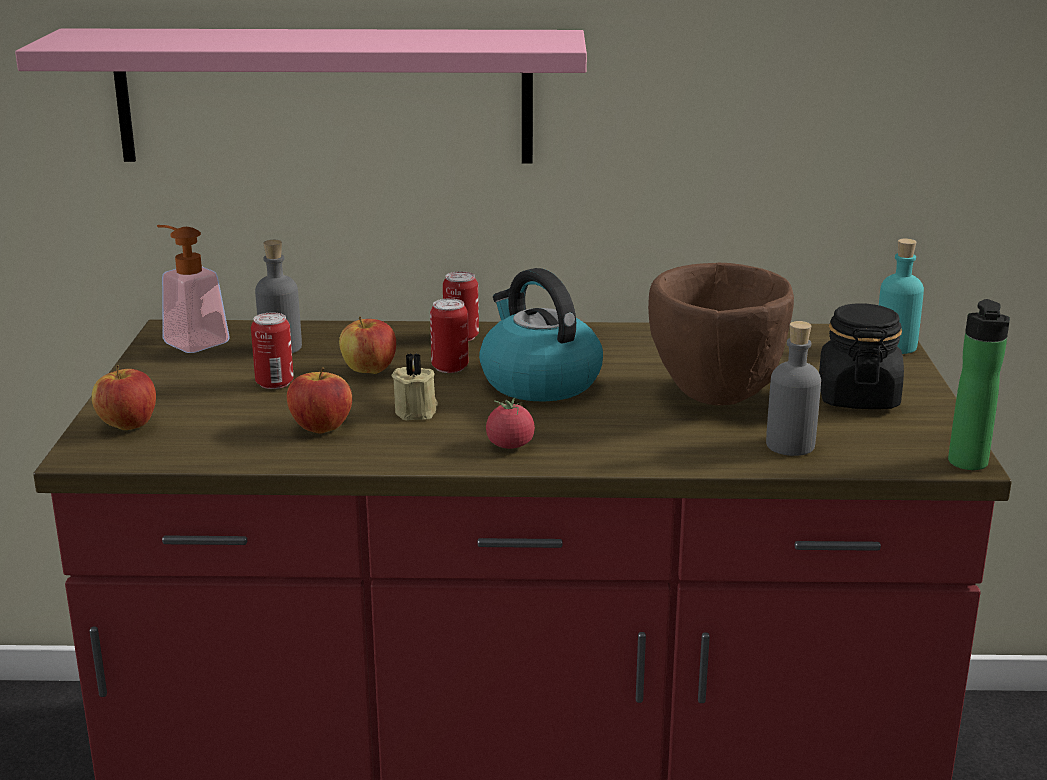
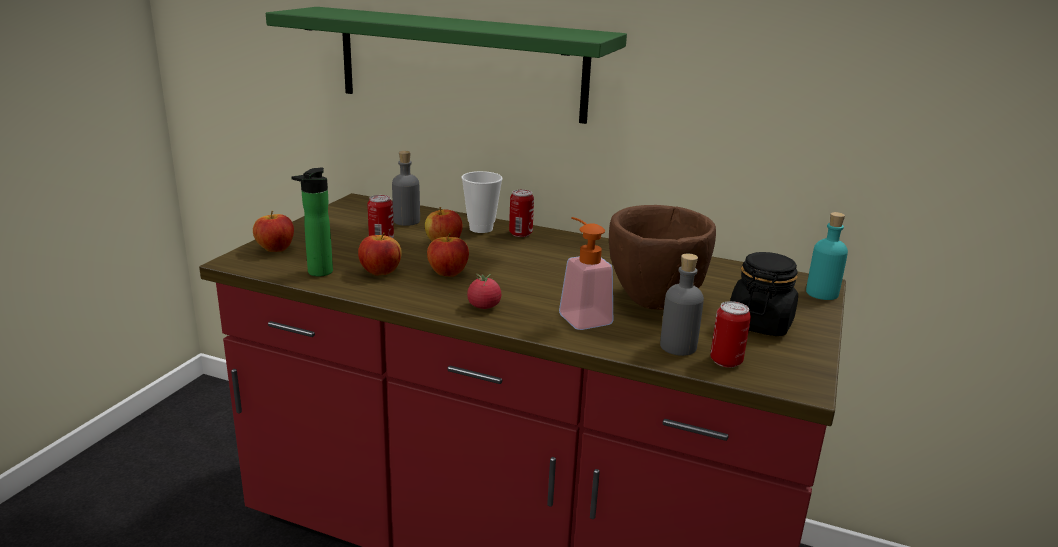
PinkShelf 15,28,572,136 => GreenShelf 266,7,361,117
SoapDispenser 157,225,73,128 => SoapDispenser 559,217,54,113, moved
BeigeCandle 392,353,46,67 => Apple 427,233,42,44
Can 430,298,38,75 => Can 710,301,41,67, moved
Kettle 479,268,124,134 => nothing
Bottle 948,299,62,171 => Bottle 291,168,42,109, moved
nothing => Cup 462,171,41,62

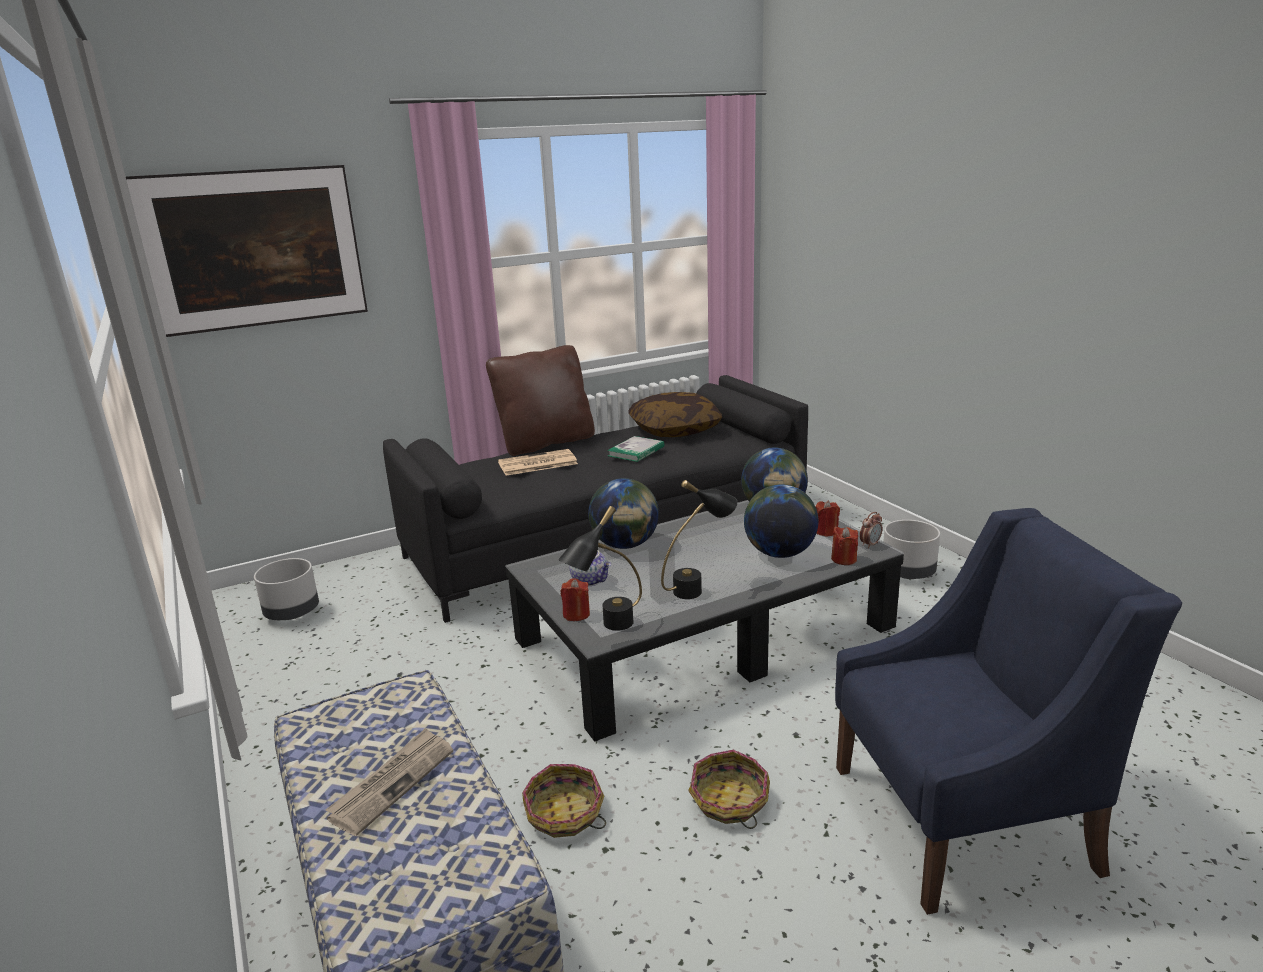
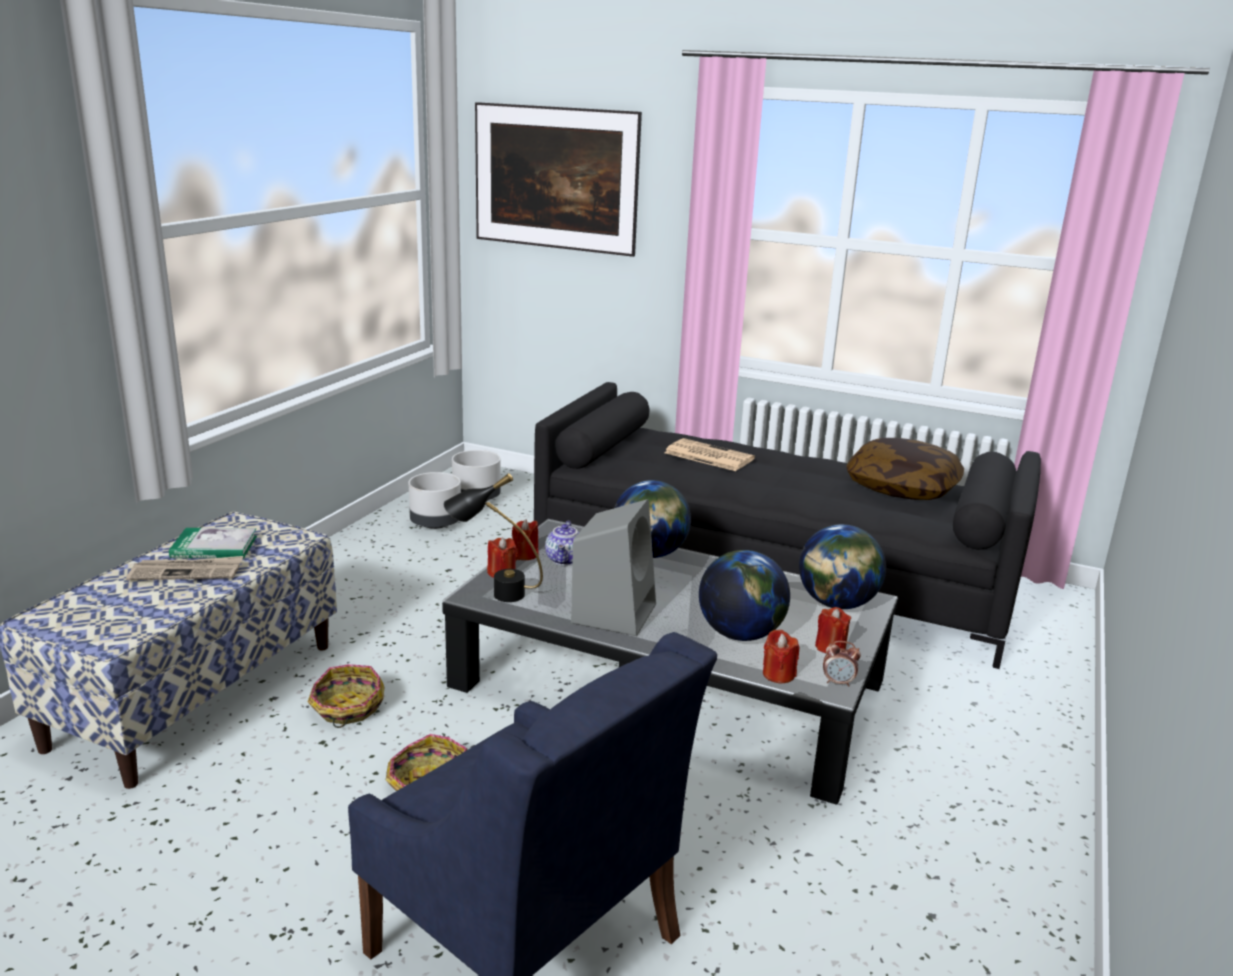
BrownPillow 486,345,109,111 => nothing
Book 607,436,57,26 => Book 169,528,88,30, moved
BlackTableLamp 661,480,76,119 => GreySpeaker 571,499,85,137
GreyPlanter 883,520,57,59 => GreyPlanter 409,472,52,57, moved
nothing => RedCandle 512,519,27,41

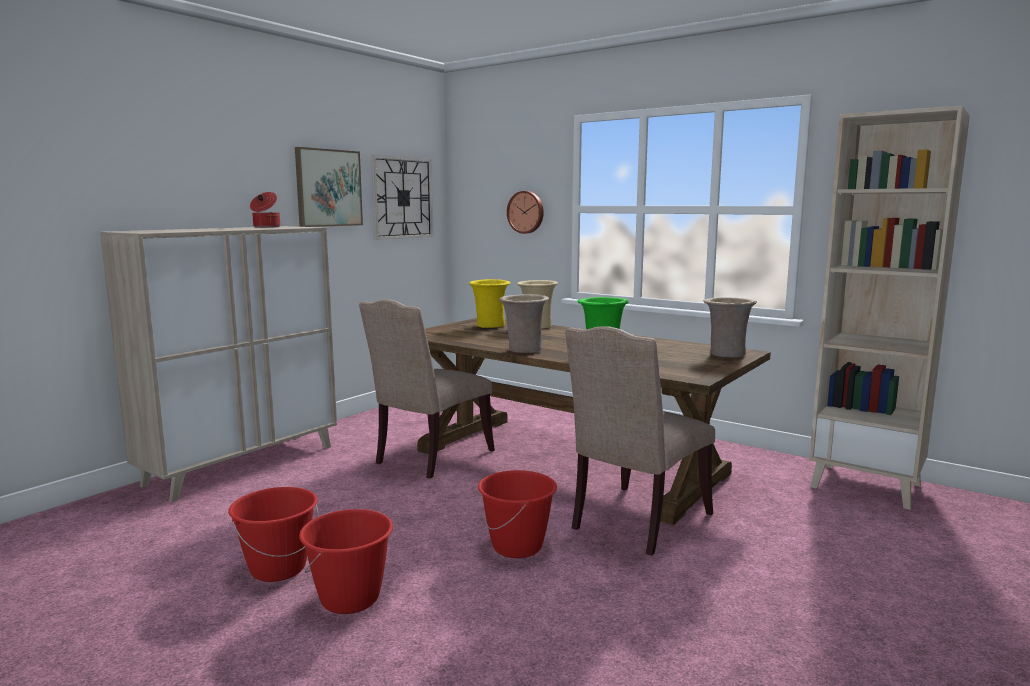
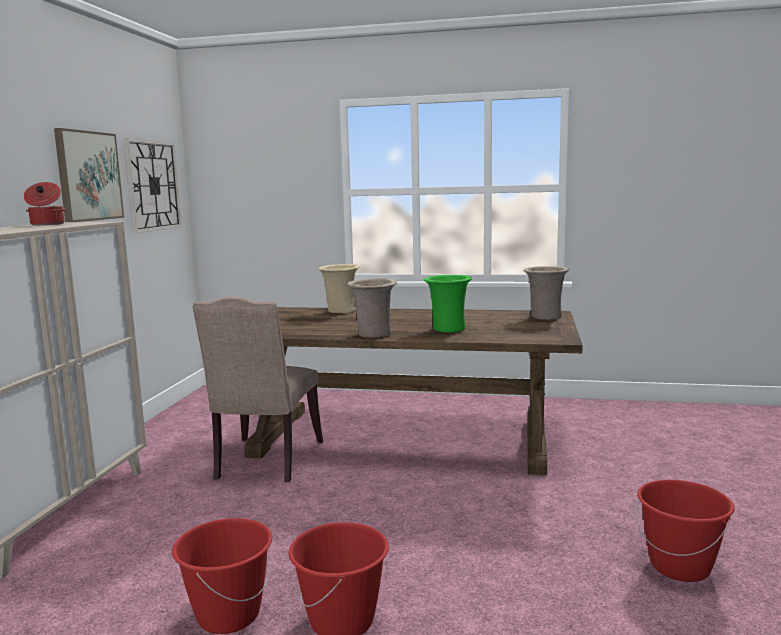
YellowVase 469,279,42,49 => nothing
RedBucket 478,470,79,88 => RedBucket 636,480,99,102, moved
WallClock 507,191,37,43 => nothing
BeigeChair 565,326,150,230 => nothing
BeigeBookcase 809,106,161,404 => nothing

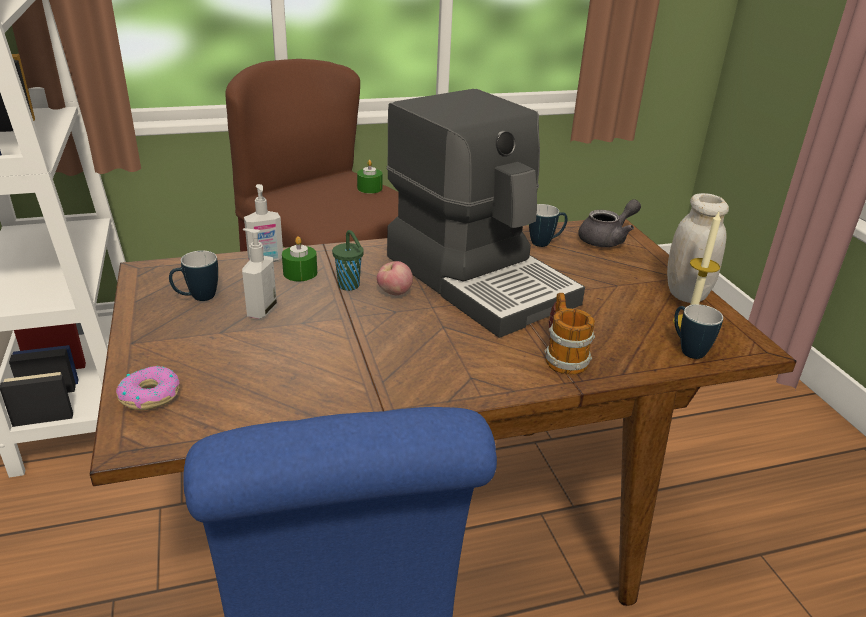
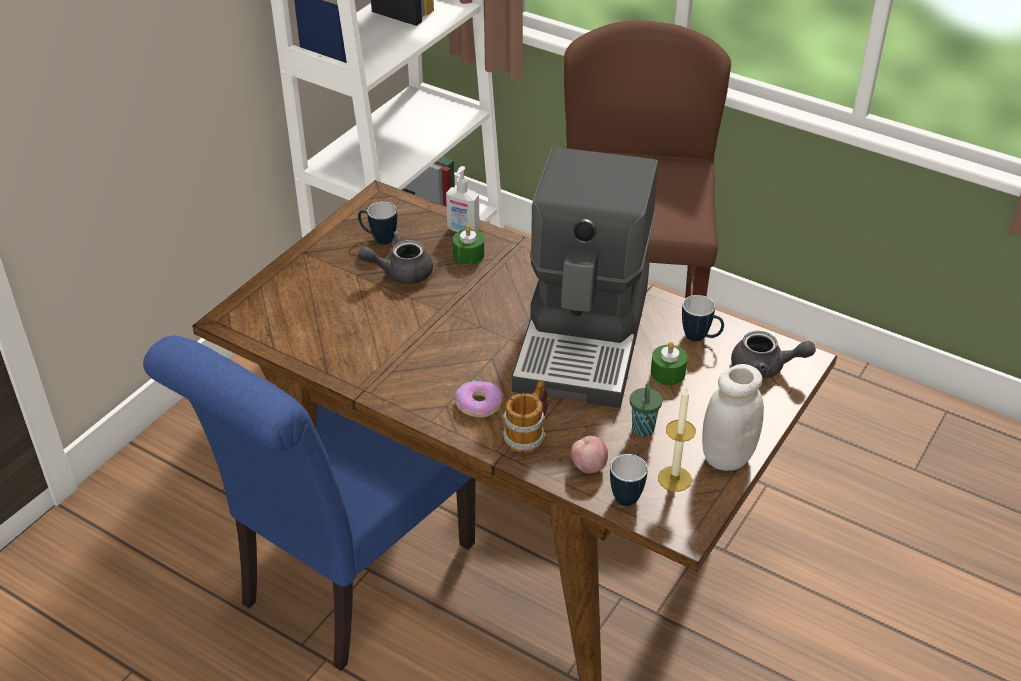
Donut 116,366,63,44 => Donut 455,380,48,38, moved
SoapDispenser 242,228,35,91 => GreyTeapot 358,231,75,53
GreenCup 332,230,32,61 => GreenCup 630,383,32,54, moved
GreenCandle 357,160,25,34 => GreenCandle 651,342,36,43, moved
Apple 377,261,36,34 => Apple 571,436,37,37, moved

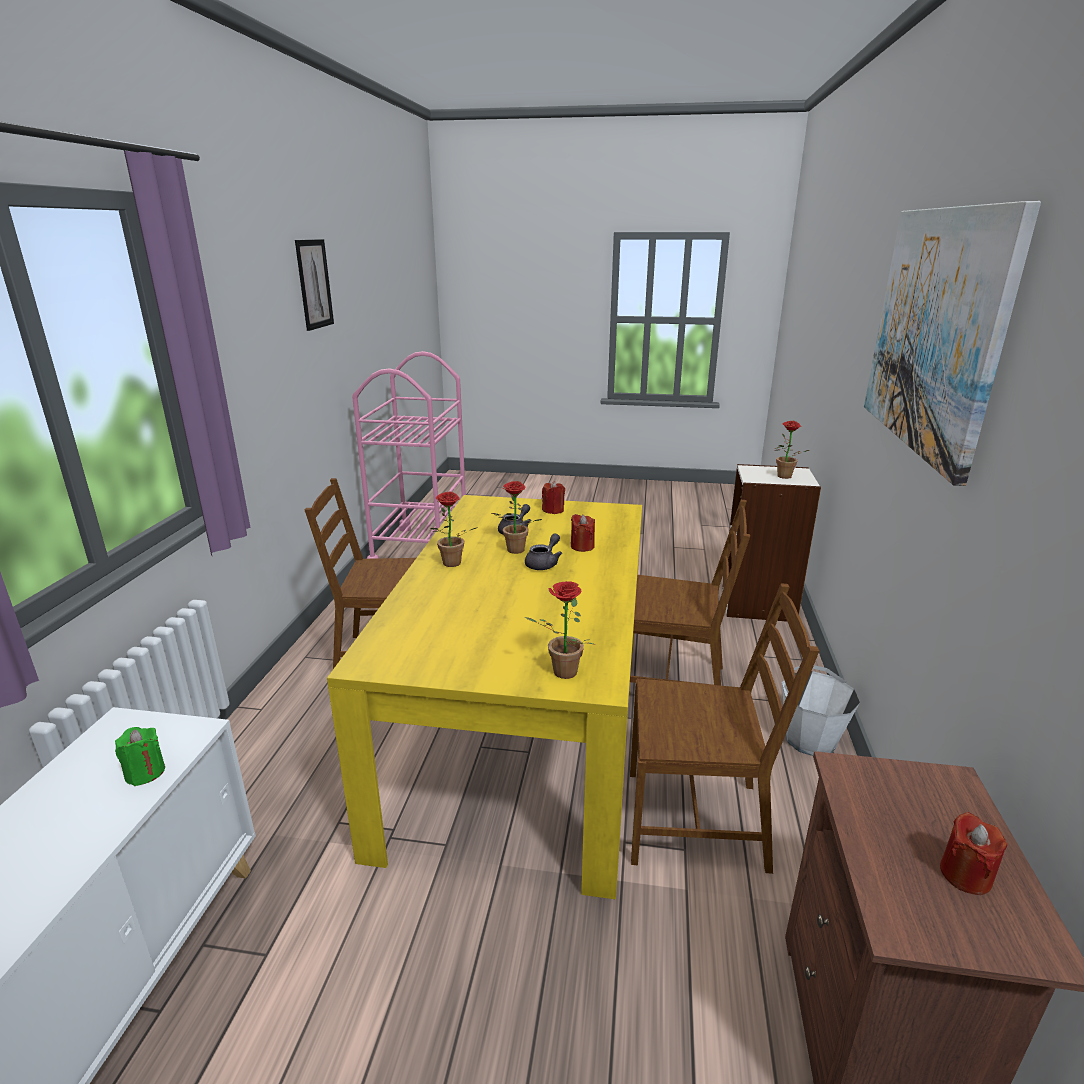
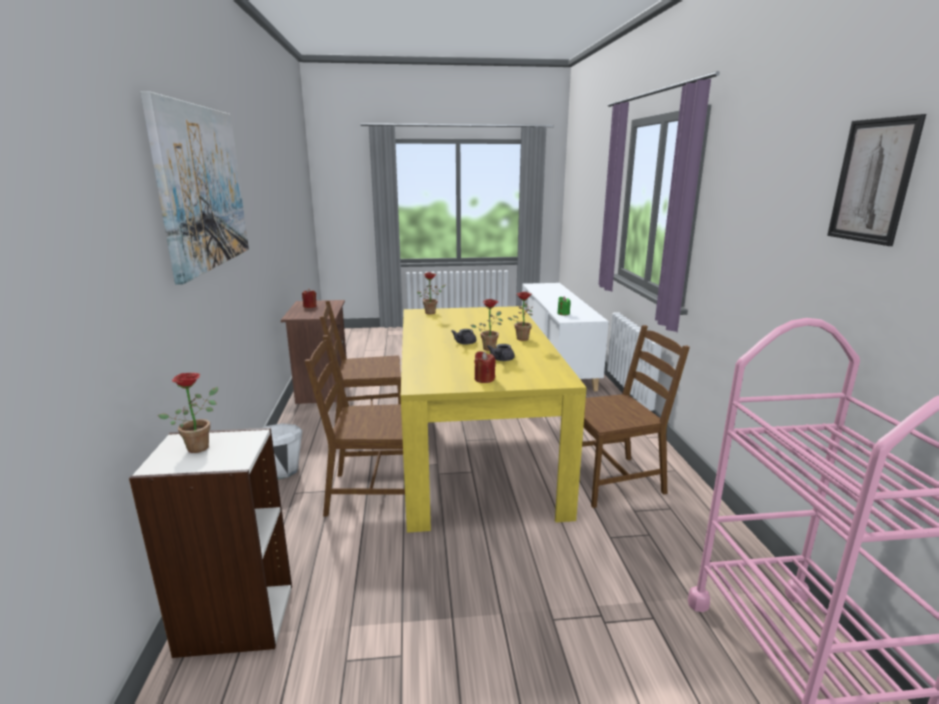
RedCandle 571,514,24,38 => nothing

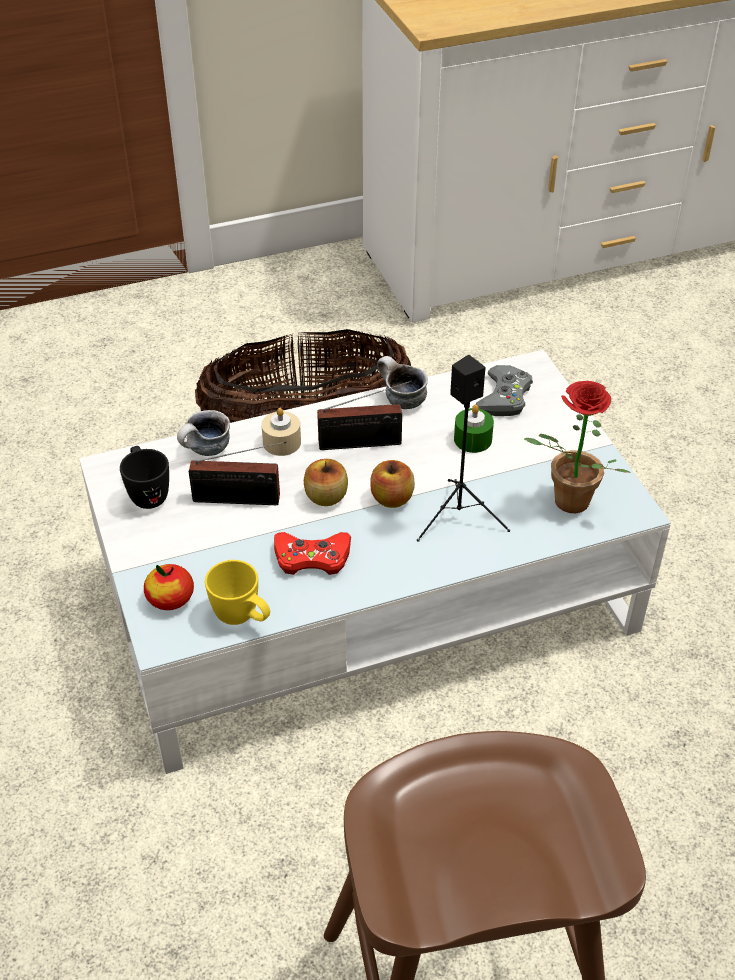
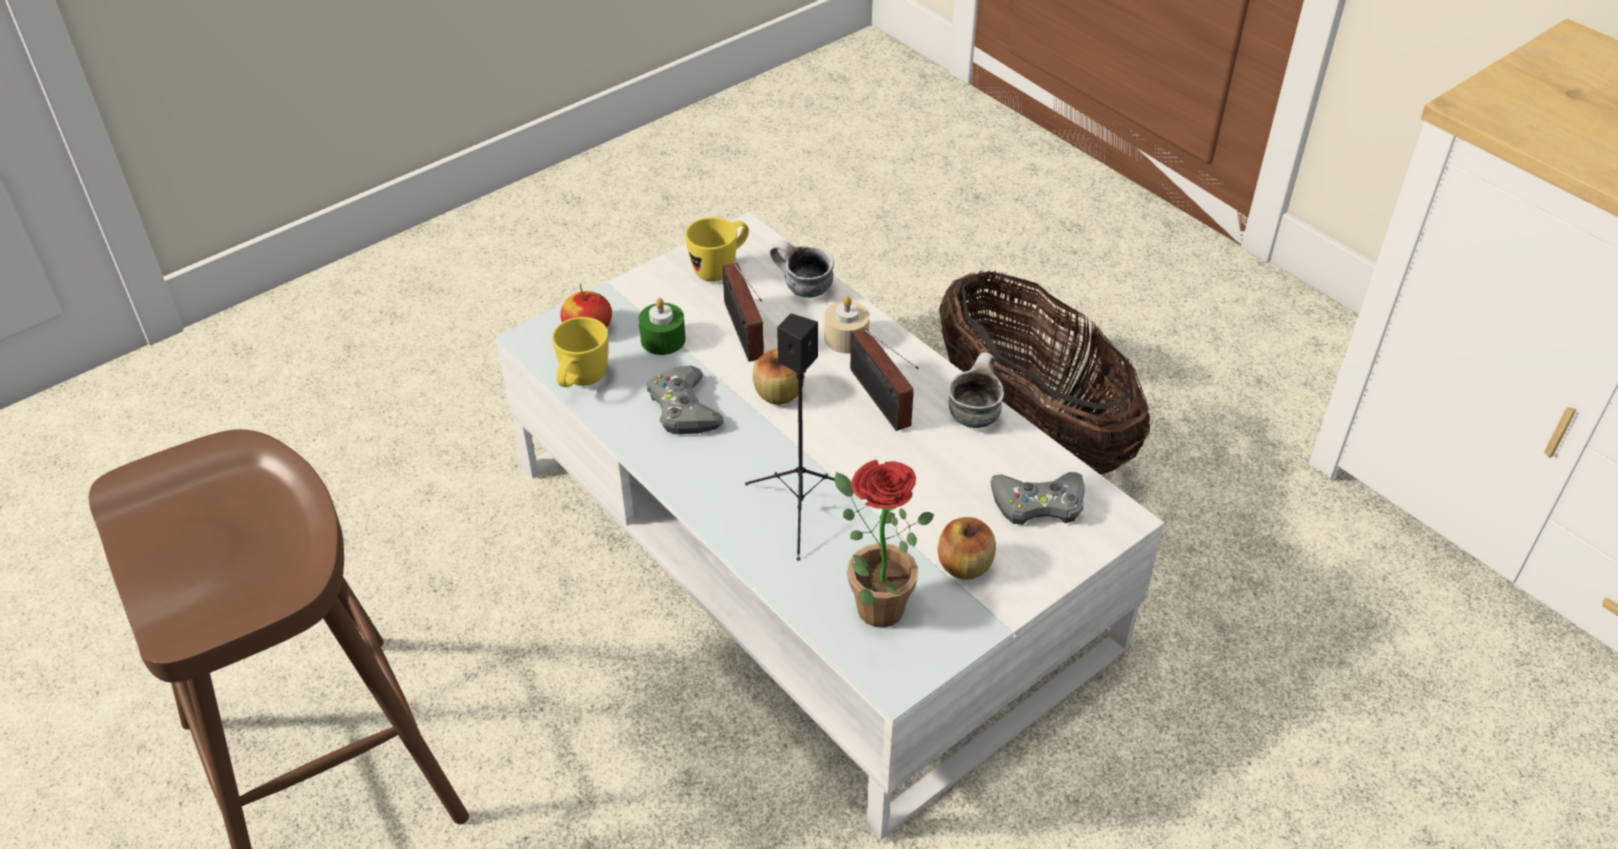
BlackMug 120,446,49,63 => YellowMug 685,217,64,65
RedGameController 274,532,77,43 => GreyGameController 647,365,77,69
Apple 370,460,45,48 => Apple 938,517,58,63, moved
GreenCandle 454,404,40,49 => GreenCandle 639,298,47,57, moved

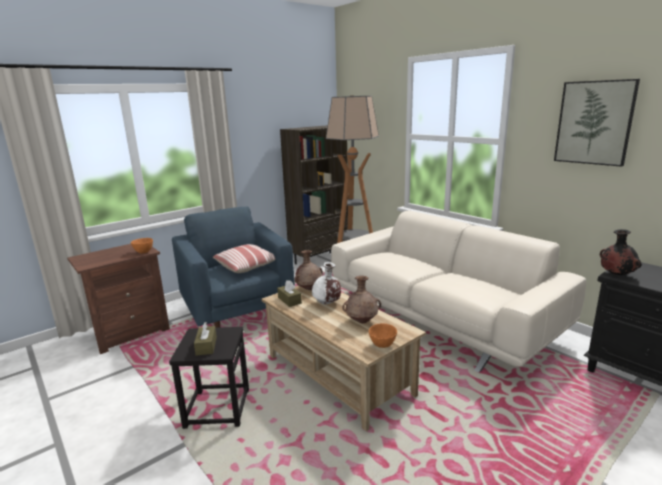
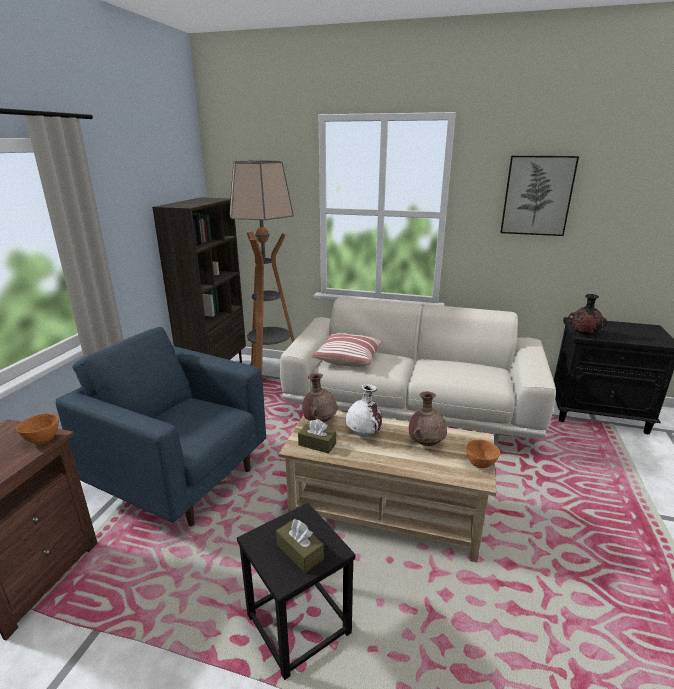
Pillow 213,244,62,29 => Pillow 312,333,71,34, moved

